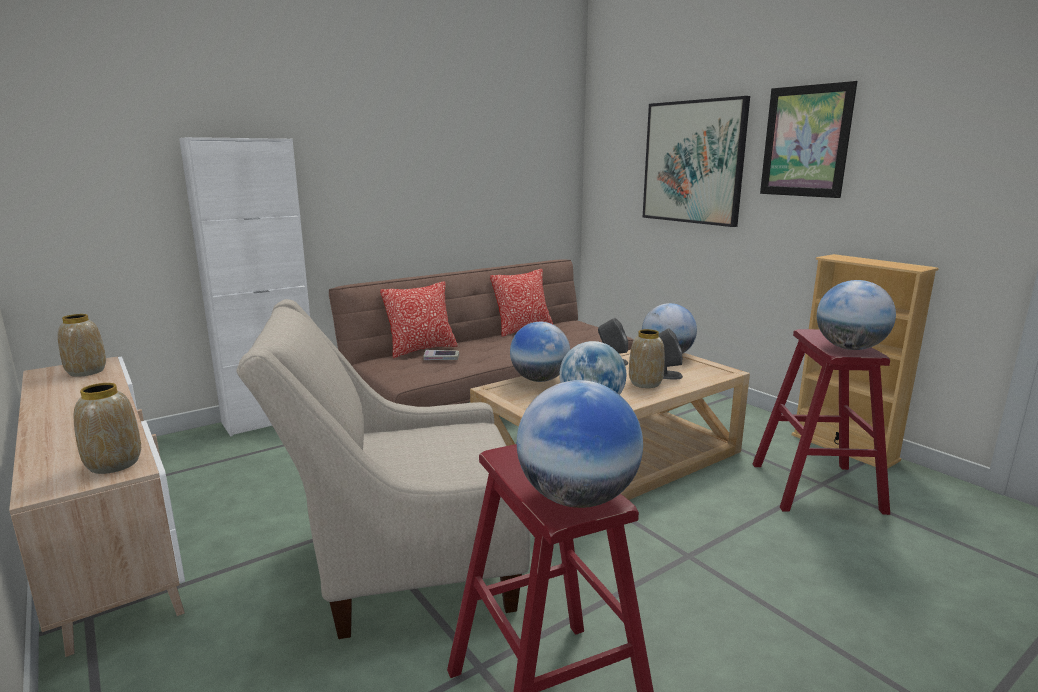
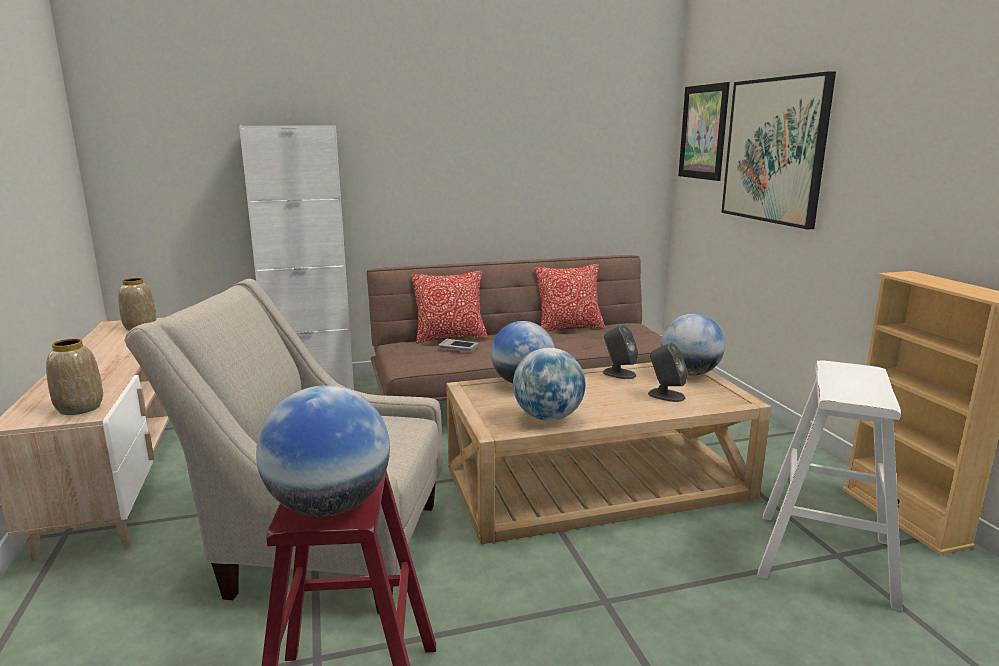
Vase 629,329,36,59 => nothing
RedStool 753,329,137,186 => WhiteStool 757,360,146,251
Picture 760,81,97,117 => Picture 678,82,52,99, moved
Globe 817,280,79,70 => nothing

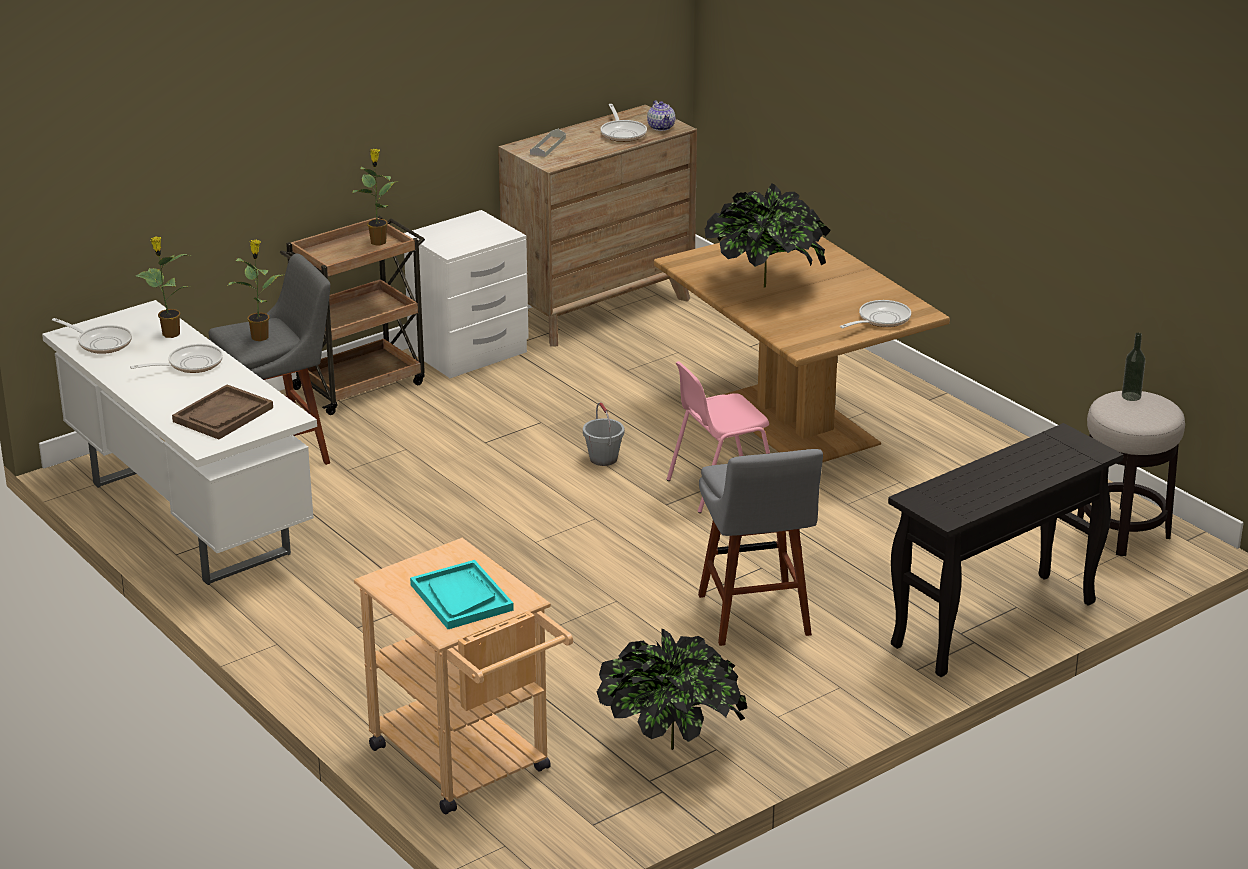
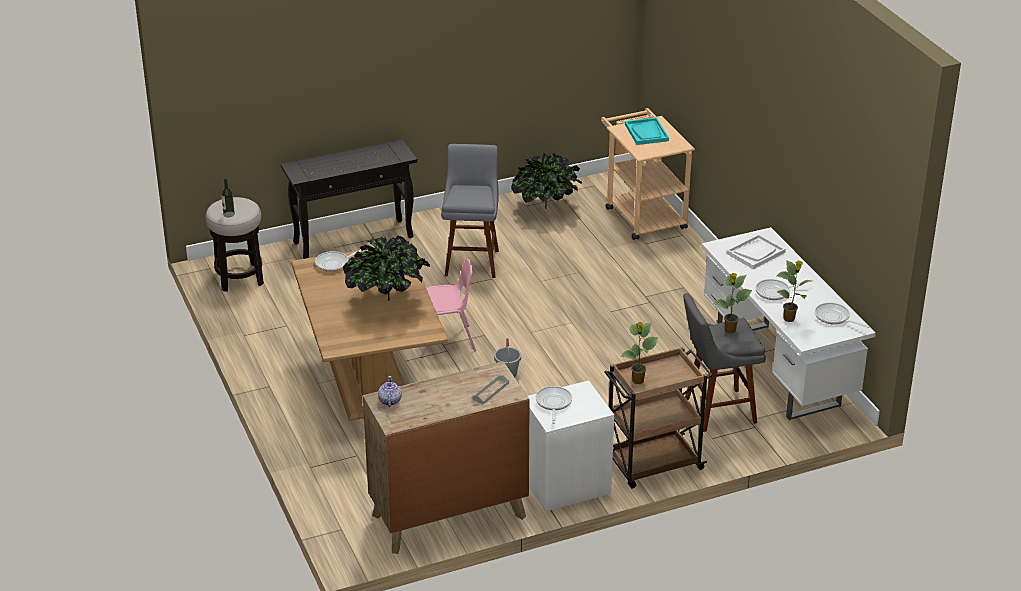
BrownTray 172,384,101,55 => WhiteTray 726,234,60,35
FryingPan 601,104,46,38 => FryingPan 536,386,36,38, moved

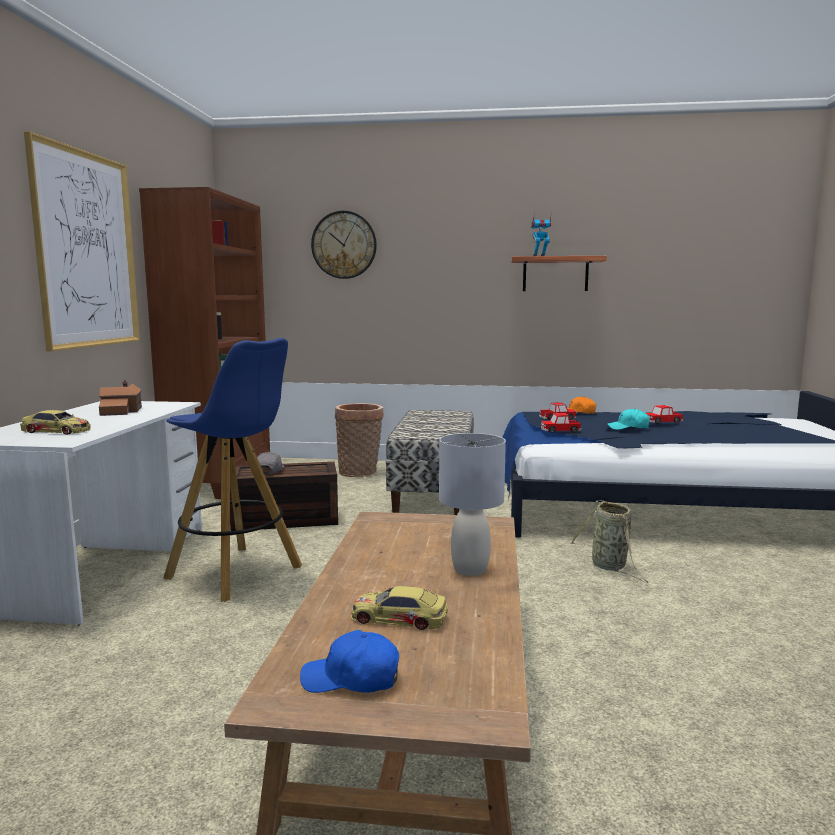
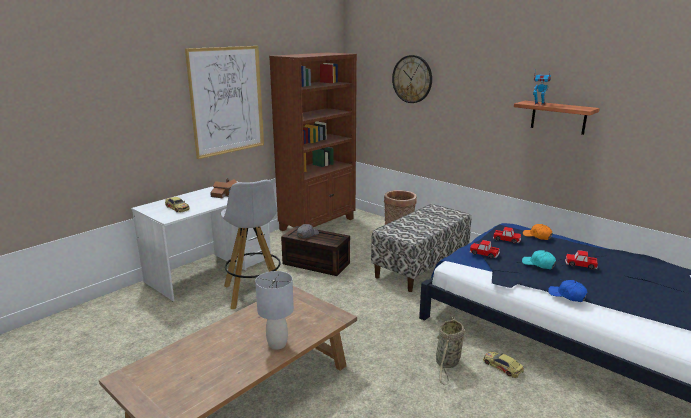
BlueStool 163,338,139,264 => WhiteStool 221,180,60,129
BlueCap 300,630,99,63 => BlueCap 548,280,39,22, moved
ToyCar 351,586,97,44 => ToyCar 483,352,41,26, moved

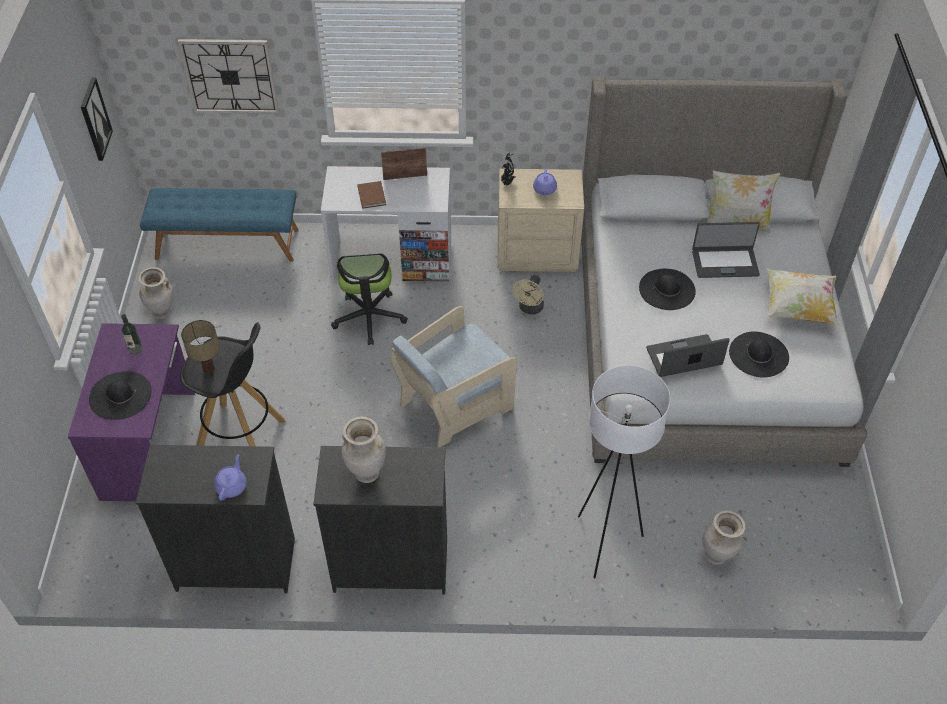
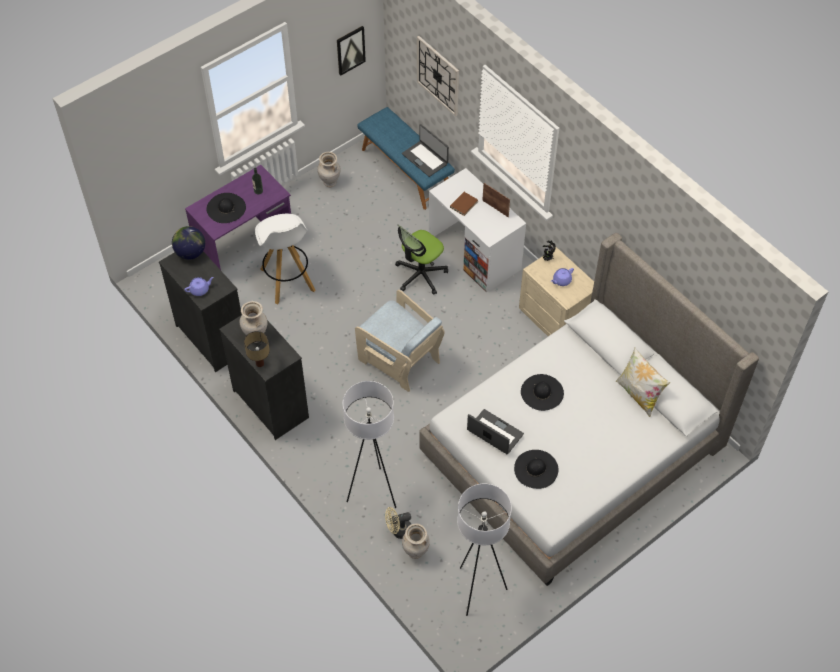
BlackStool 180,322,106,124 => WhiteStool 255,214,60,90
TableLamp 181,320,39,53 => TableLamp 244,331,26,36, moved
BeigeArmchair 390,306,127,141 => BeigeArmchair 355,290,90,102, 150 degrees counterclockwise
BeigeFan 513,275,31,39 => BeigeFan 385,507,26,32, moved
Laptop 692,222,68,56 => Laptop 402,124,47,53, moved
Pillow 767,269,73,57 => nothing
nothing => Globe 172,226,33,34
nothing => WhiteFloorLamp 457,484,55,132

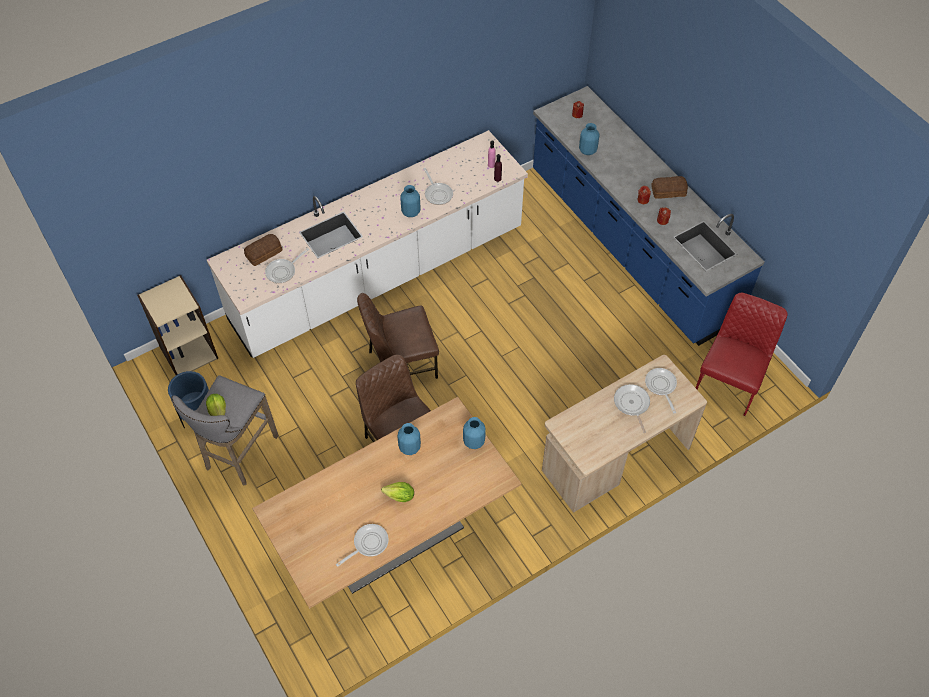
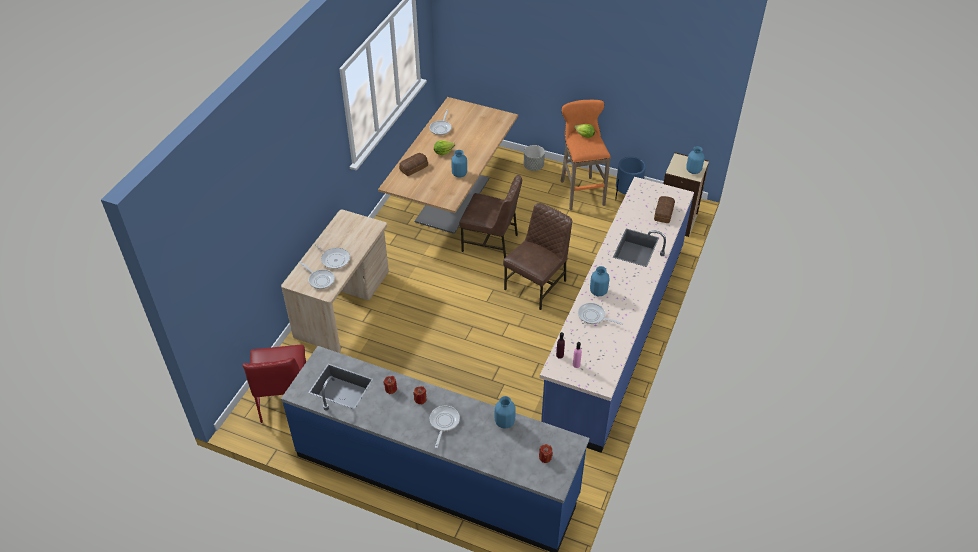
GreyStool 171,375,108,110 => OrangeStool 560,100,51,110
WhiteCounter 207,130,321,228 => BlueCounter 540,177,154,276
FryingPan 265,248,44,35 => FryingPan 430,406,30,42, moved
BlueVase 463,417,23,32 => BlueVase 686,146,18,28, moved
Bread 651,176,37,23 => Bread 399,153,29,23, moved
nothing => GreyPlanter 524,145,21,26

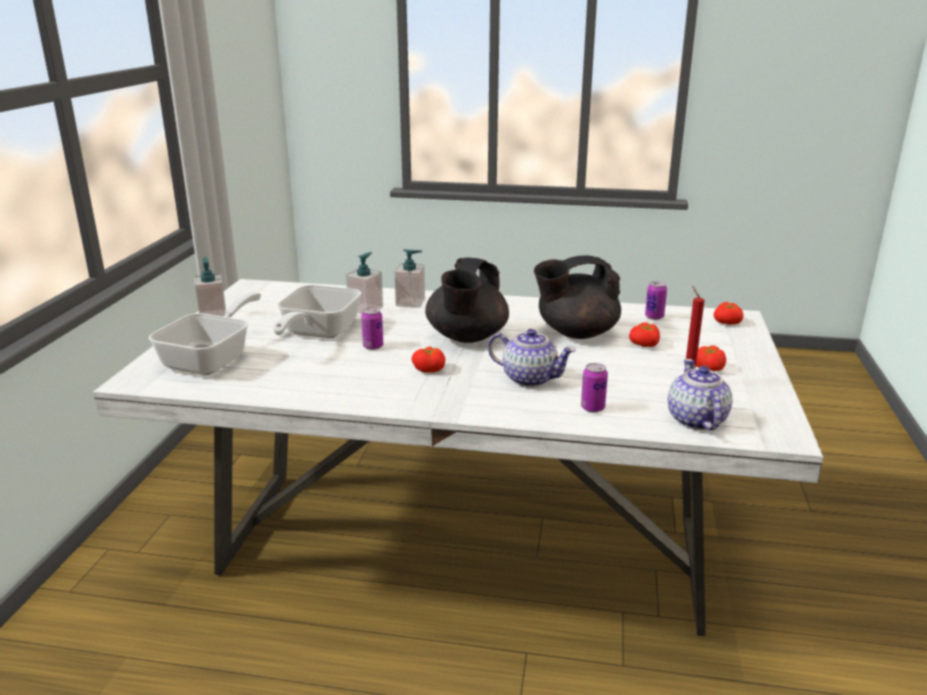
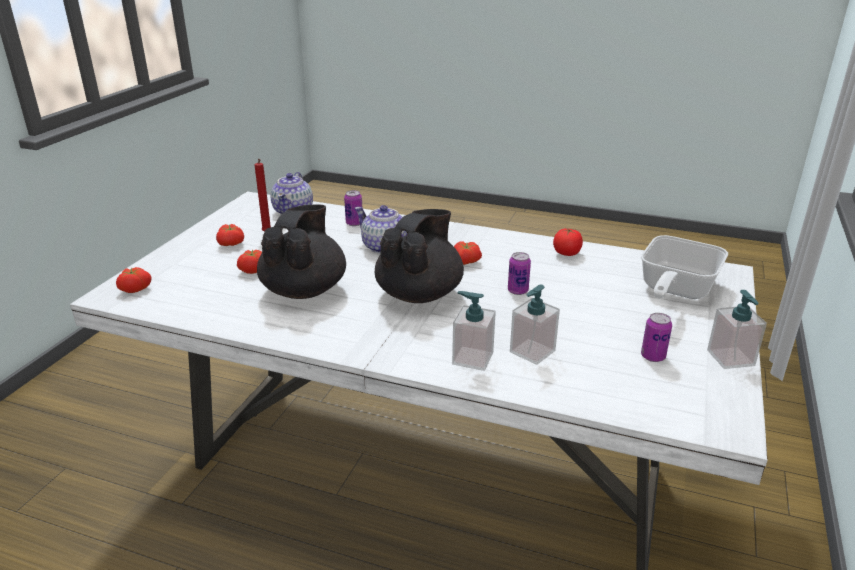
FryingPan 273,285,89,53 => nothing
BlackTeapot 534,255,87,84 => BlackTeapot 257,204,89,95, 75 degrees counterclockwise
Can 645,281,22,39 => Can 641,313,31,49, moved
nothing => Tomato 553,228,30,28

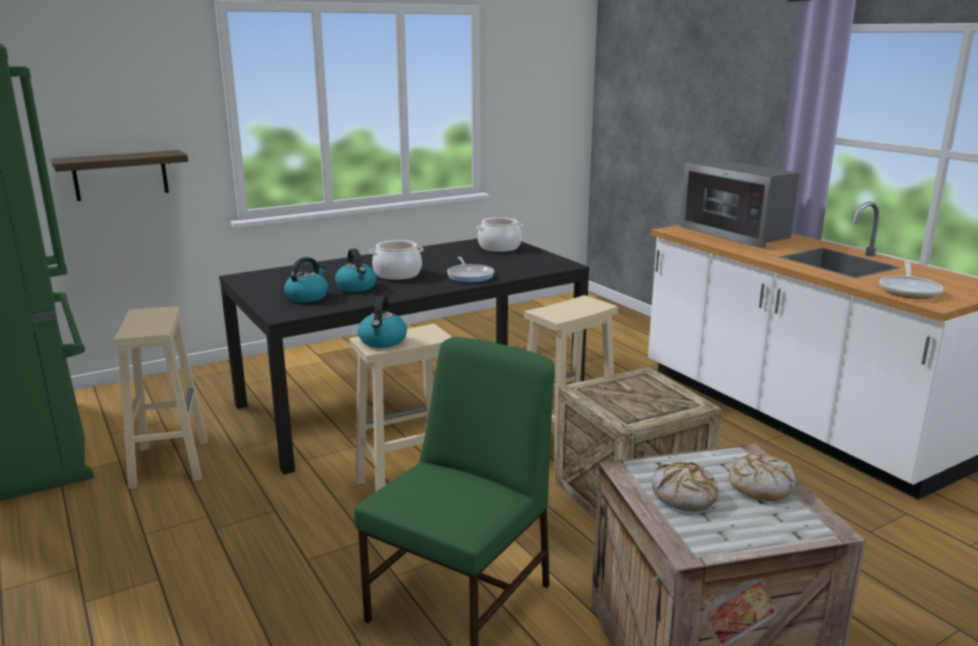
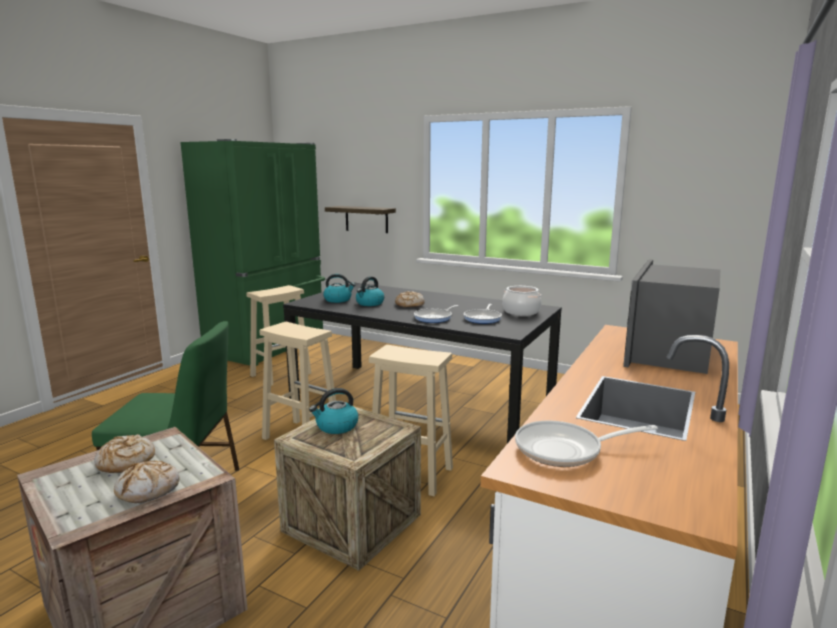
Kettle 358,296,49,52 => Kettle 309,388,49,46, moved
CookingPot 370,240,53,40 => Bread 395,291,30,16
nothing => FryingPan 464,304,38,20

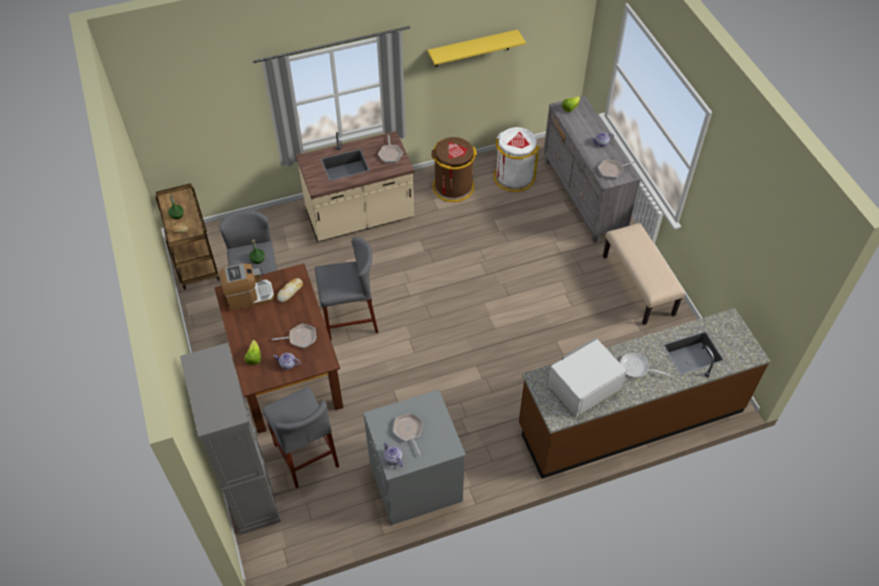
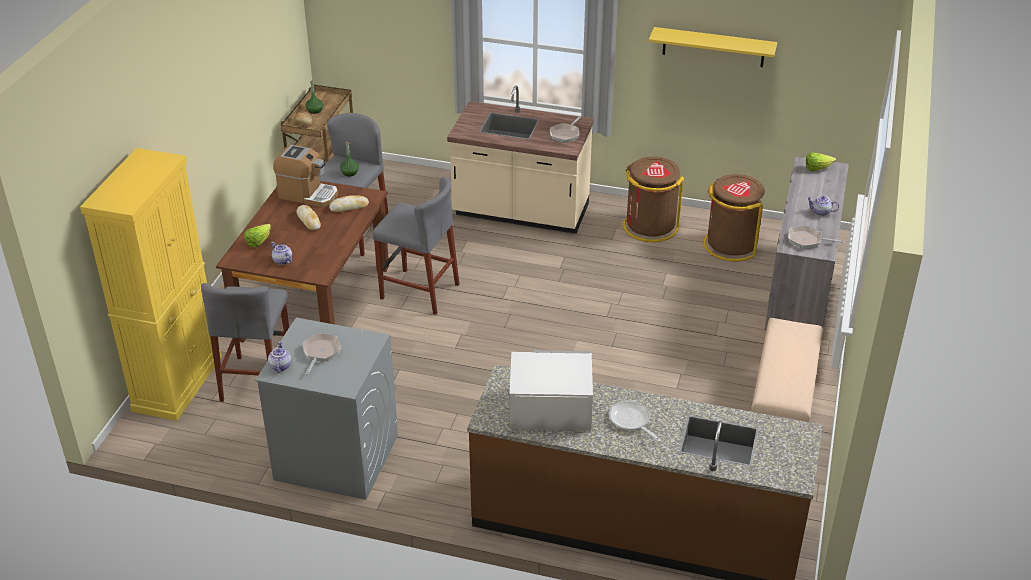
GreyCabinet 180,343,101,192 => YellowCabinet 80,148,142,273
FryingPan 272,323,44,25 => nothing
WhiteTrashCan 494,127,45,65 => BrownTrashCan 703,174,62,87
nothing => Bread 297,205,24,25

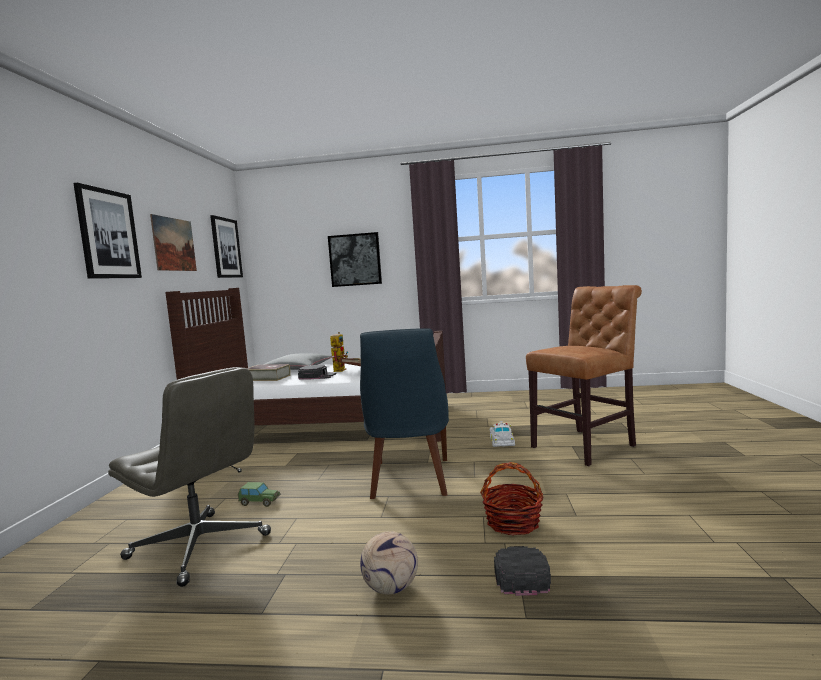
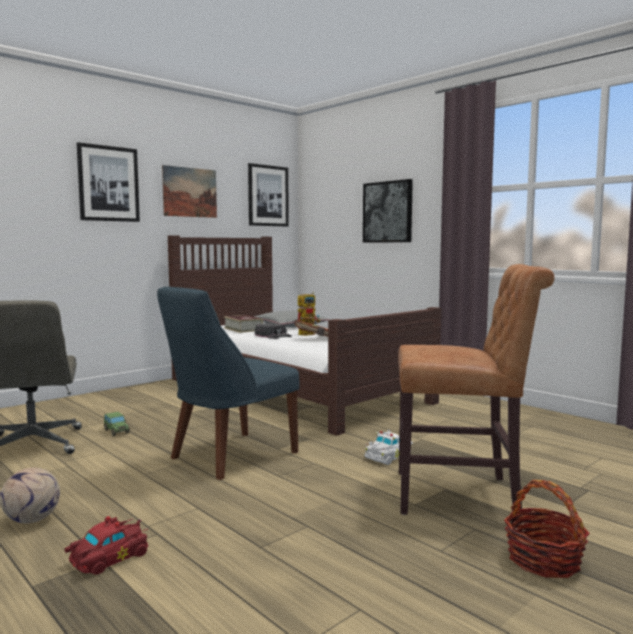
Basket 480,462,64,74 => Basket 504,480,86,98, moved
BlackCap 494,546,57,50 => RedToyCar 65,516,83,59

